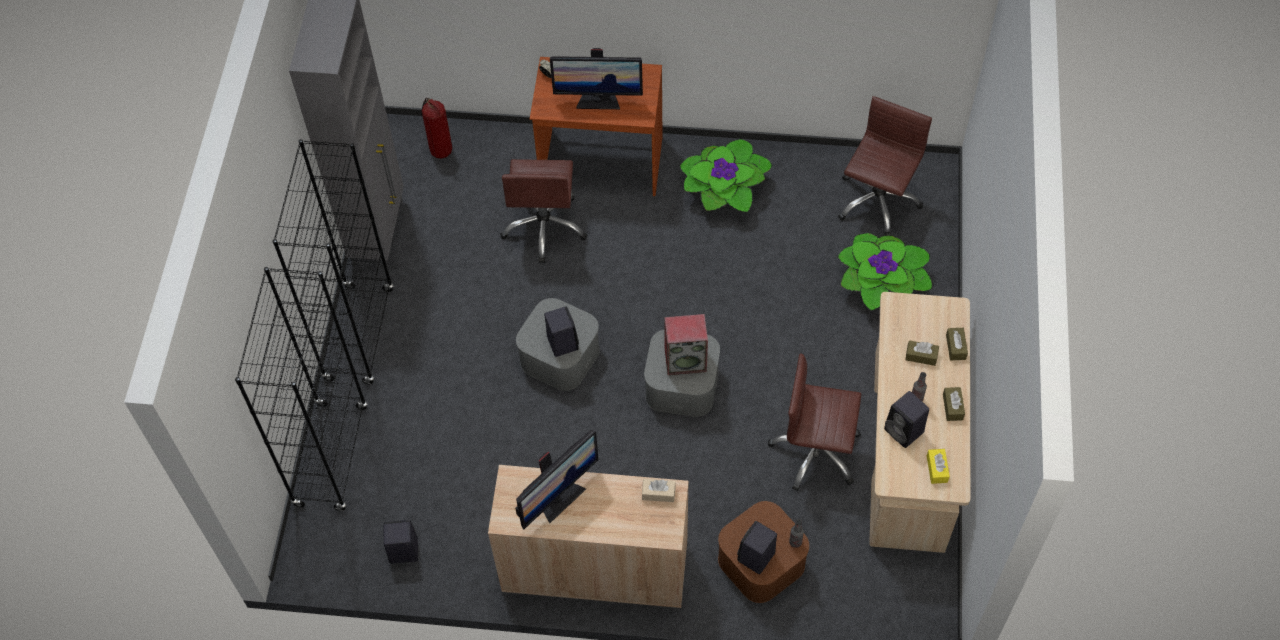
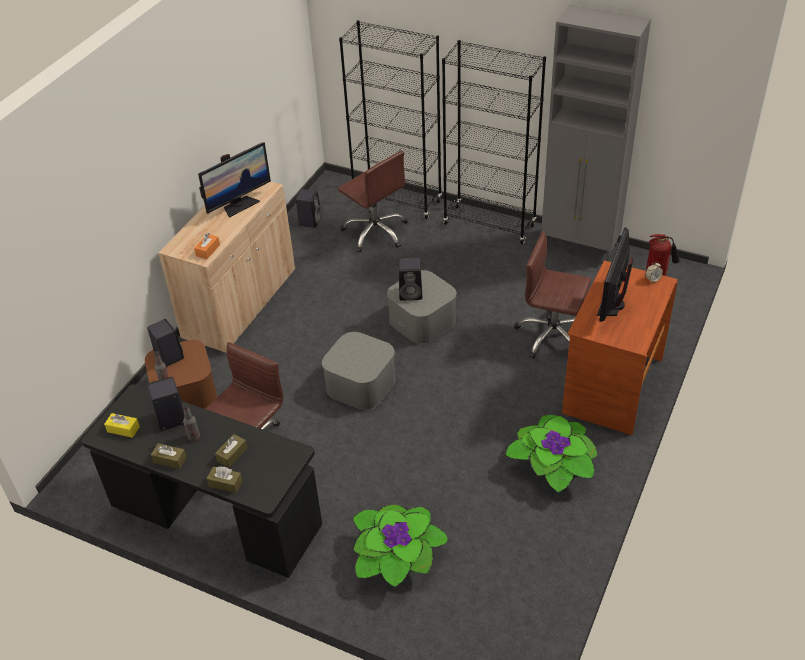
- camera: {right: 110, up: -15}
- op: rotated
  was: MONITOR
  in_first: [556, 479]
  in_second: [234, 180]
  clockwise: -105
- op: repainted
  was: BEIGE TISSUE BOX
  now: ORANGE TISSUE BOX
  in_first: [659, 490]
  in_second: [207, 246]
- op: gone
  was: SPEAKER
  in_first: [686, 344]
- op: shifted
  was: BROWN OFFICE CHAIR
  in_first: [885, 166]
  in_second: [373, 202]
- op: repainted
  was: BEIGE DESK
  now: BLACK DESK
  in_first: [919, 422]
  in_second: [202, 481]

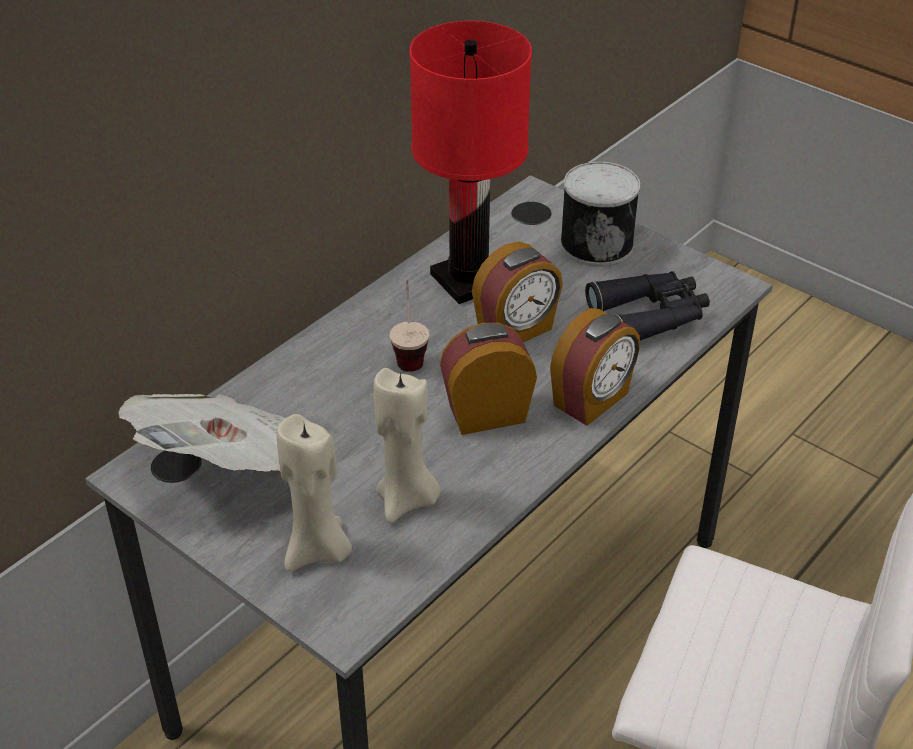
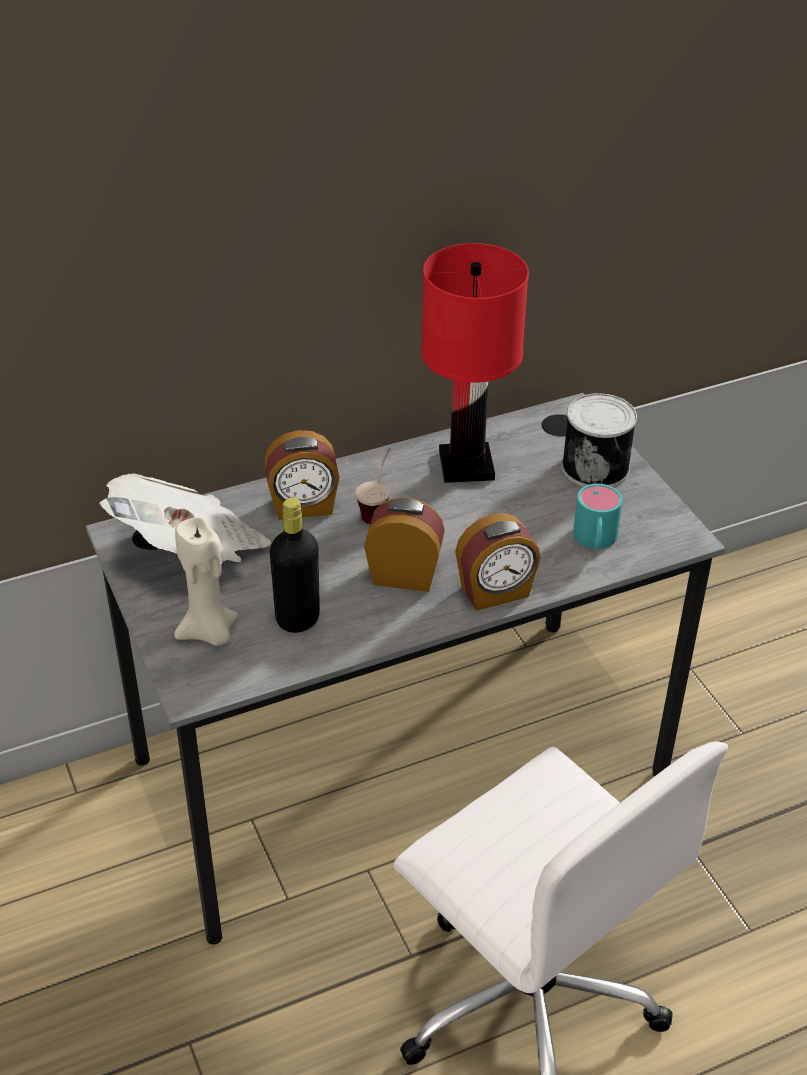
- camera: {right: 25, up: 0}
- op: swapped
  was: BEIGE CANDLE
  now: BLACK BOTTLE
  in_first: [407, 445]
  in_second: [295, 565]
- op: shifted
  was: ALARM CLOCK
  in_first: [517, 291]
  in_second: [302, 475]
- op: swapped
  was: BLACK BINOCULARS
  now: TURQUOISE MUG
  in_first: [647, 305]
  in_second: [598, 517]

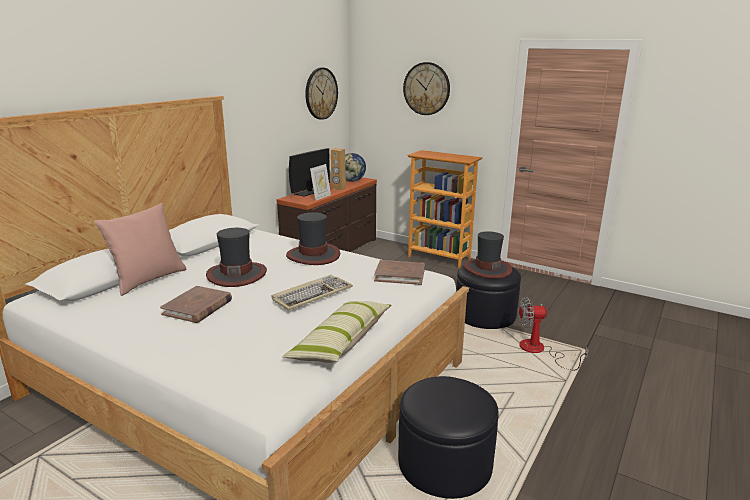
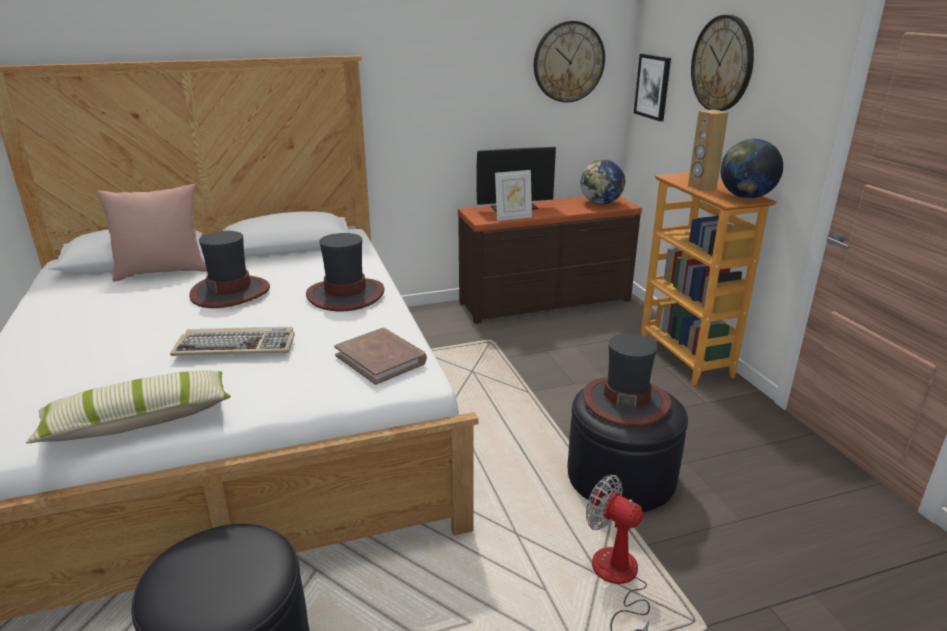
- camera: {right: 40, up: 5}
- op: gone
  was: BROWN BOOK
  in_first: [196, 304]
- op: shifted
  was: BROWN SPEAKER
  in_first: [338, 169]
  in_second: [708, 150]
- op: new
  now: PICTURE
  in_second: [652, 87]
- op: new
  now: GLOBE
  in_second: [752, 168]

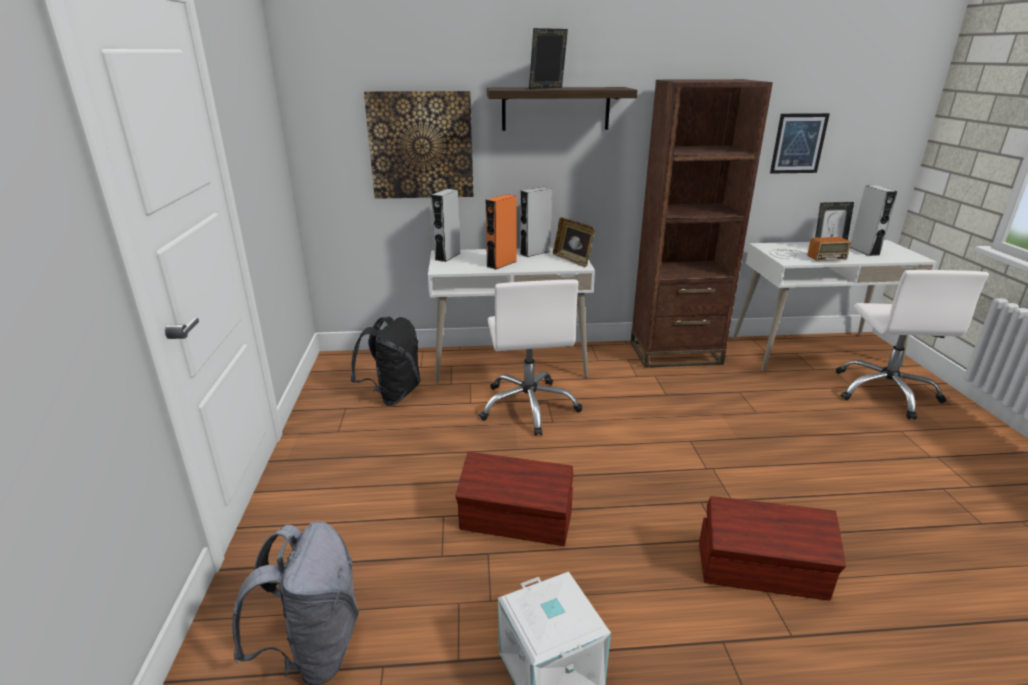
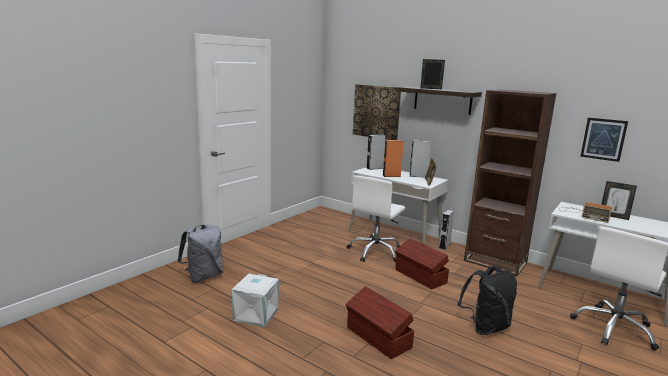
- camera: {right: 40, up: -10}
- op: shifted
  was: BLACK BACKPACK
  in_first: [386, 361]
  in_second: [487, 300]
- op: shifted
  was: BROWN STORAGE BOX
  in_first: [514, 499]
  in_second: [422, 263]
- op: shifted
  was: GREY SPEAKER
  in_first: [873, 220]
  in_second: [446, 230]

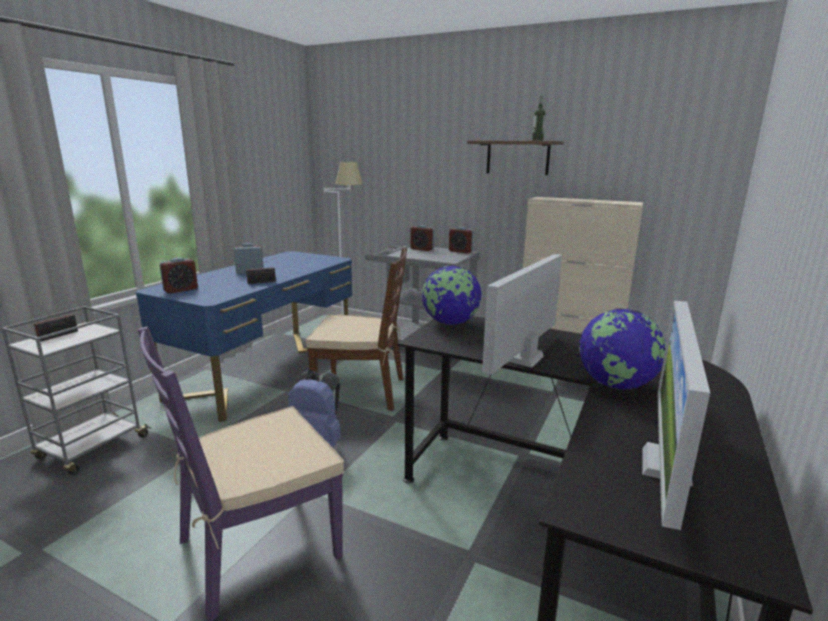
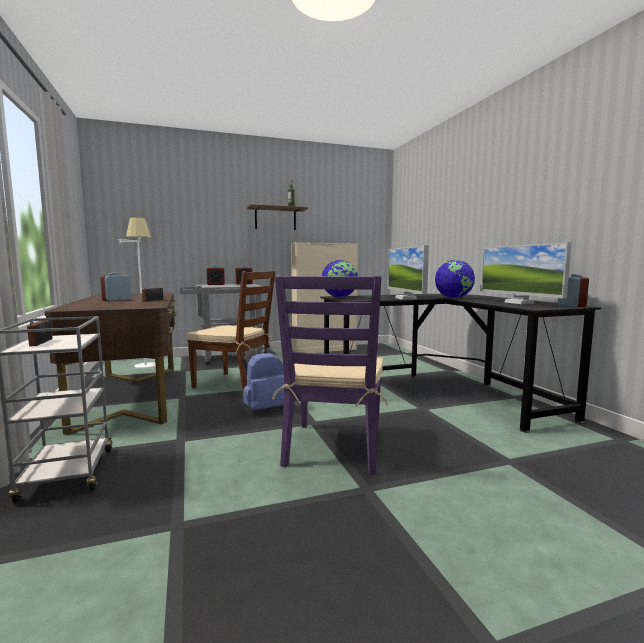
- camera: {right: -45, up: -10}
- op: repainted
  was: BLUE DESK
  now: BROWN DESK
  in_first: [244, 336]
  in_second: [110, 364]
- op: shifted
  was: ALARM CLOCK
  in_first: [178, 276]
  in_second: [573, 290]
- op: rotated
  was: BROWN CHAIR
  in_first: [356, 329]
  in_second: [231, 331]
  clockwise: 60

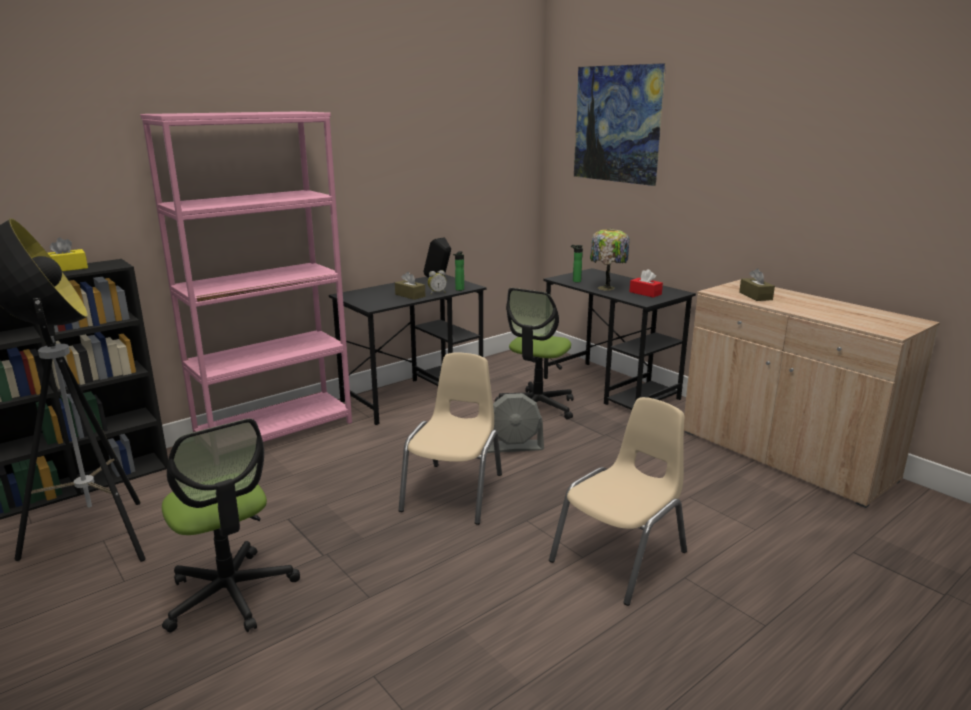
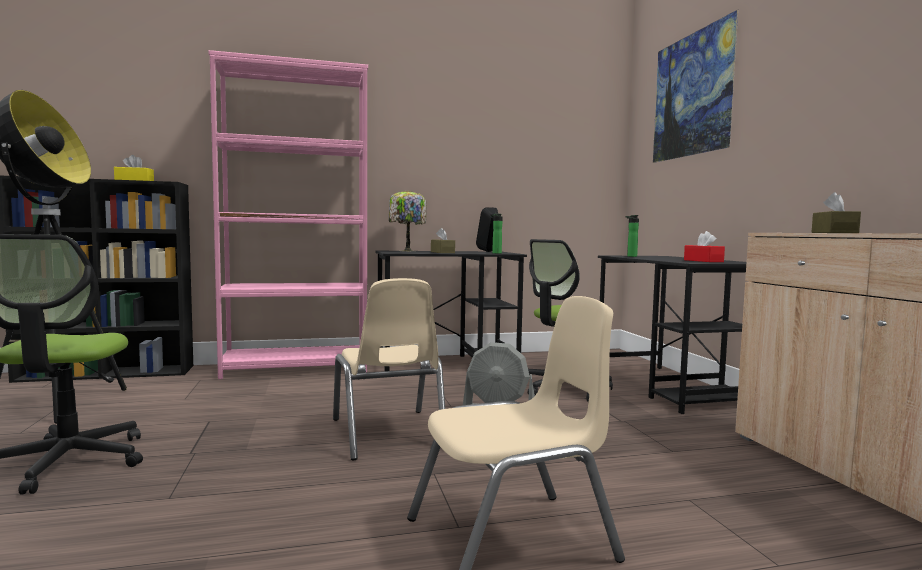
- camera: {right: 25, up: -15}
- op: rotated
  was: BEIGE CHAIR
  in_first: [450, 439]
  in_second: [389, 369]
  clockwise: 120
- op: gone
  was: ALARM CLOCK
  in_first: [437, 282]
- op: shifted
  was: TABLE LAMP
  in_first: [610, 259]
  in_second: [407, 220]

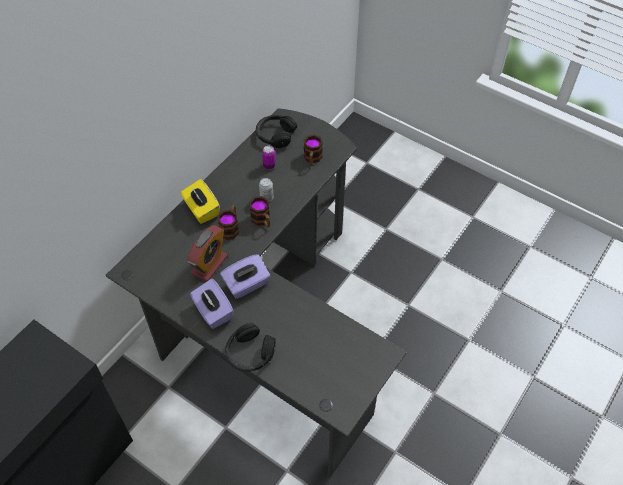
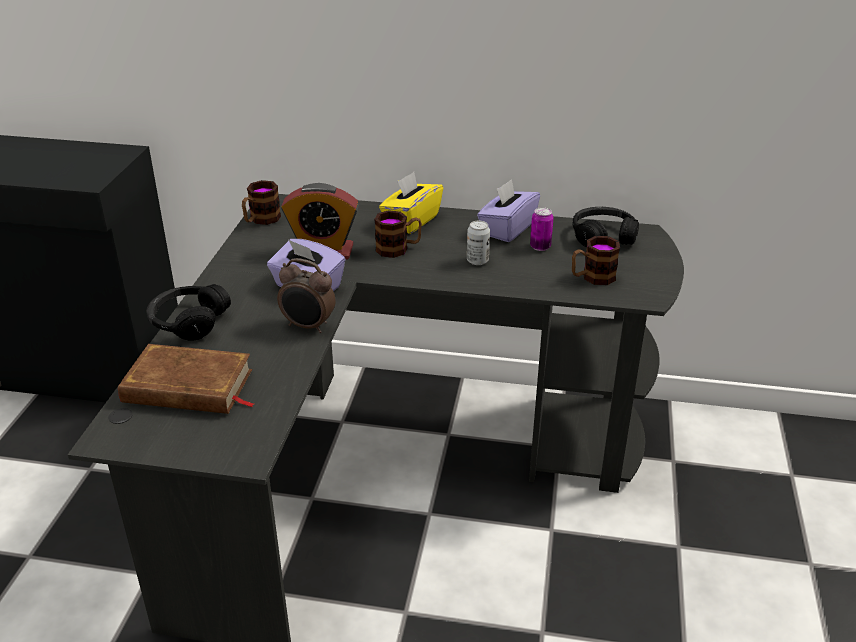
- camera: {right: 65, up: -20}
- op: shifted
  was: PURPLE TISSUE BOX
  in_first: [212, 303]
  in_second: [508, 210]
- op: shifted
  was: MUG
  in_first: [259, 212]
  in_second: [261, 202]
- op: new
  now: BROWN BOOK
  in_second: [186, 379]
- op: new
  now: ALARM CLOCK
  in_second: [306, 295]

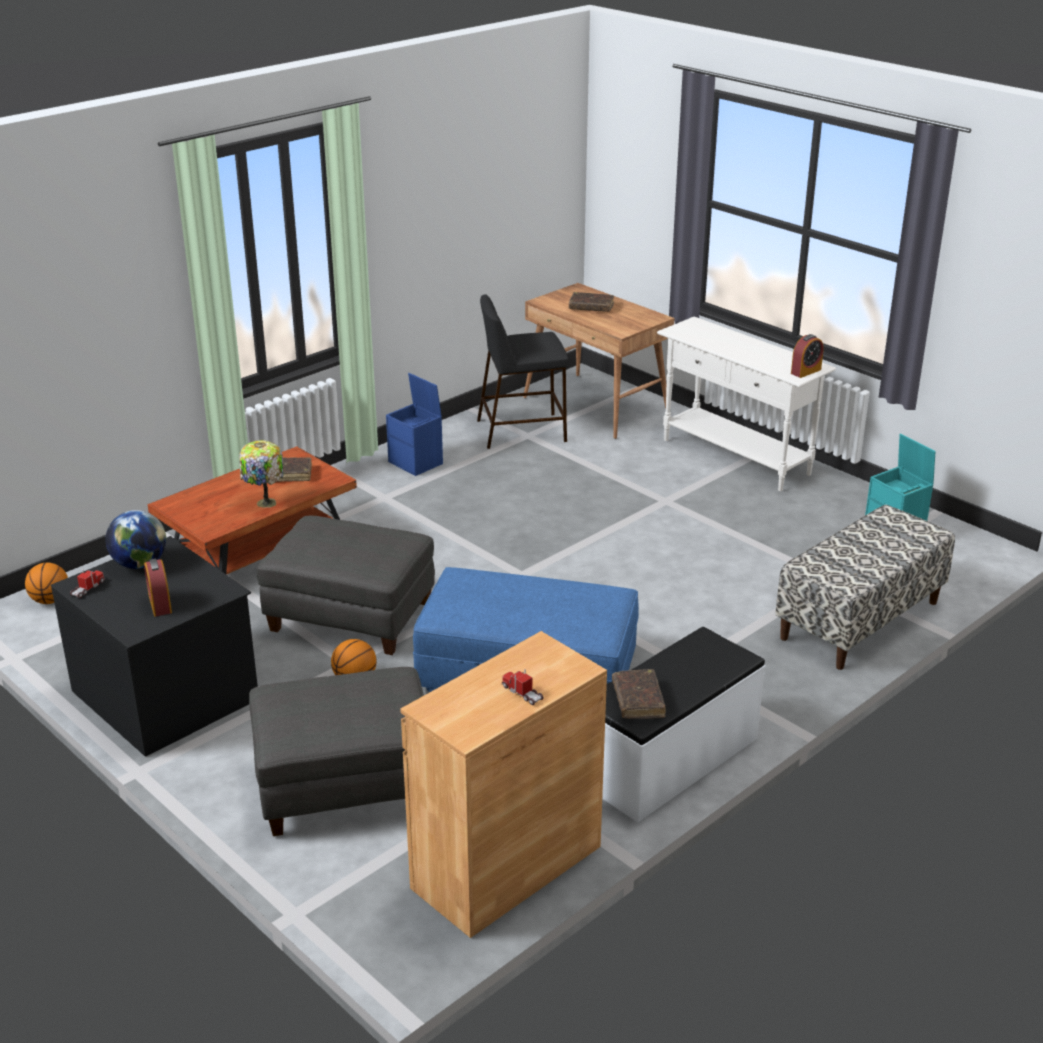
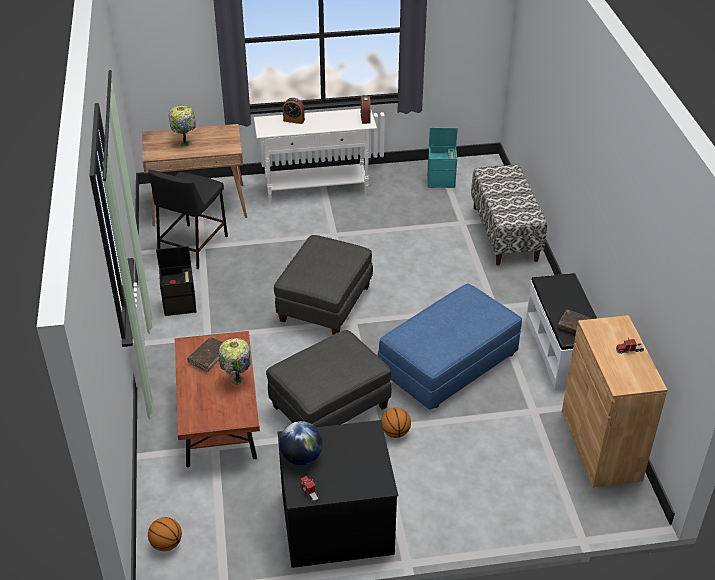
- camera: {right: -55, up: 10}
- op: shifted
  was: ALARM CLOCK
  in_first: [158, 587]
  in_second: [294, 111]
- op: shifted
  was: GREY OTTOMAN
  in_first: [336, 751]
  in_second: [323, 285]
- op: repainted
  was: BLUE STORAGE BOX
  now: BLACK STORAGE BOX
  in_first: [414, 424]
  in_second: [176, 281]
- op: swapped
  was: BROWN BOOK
  now: TABLE LAMP
  in_first: [591, 302]
  in_second: [182, 126]

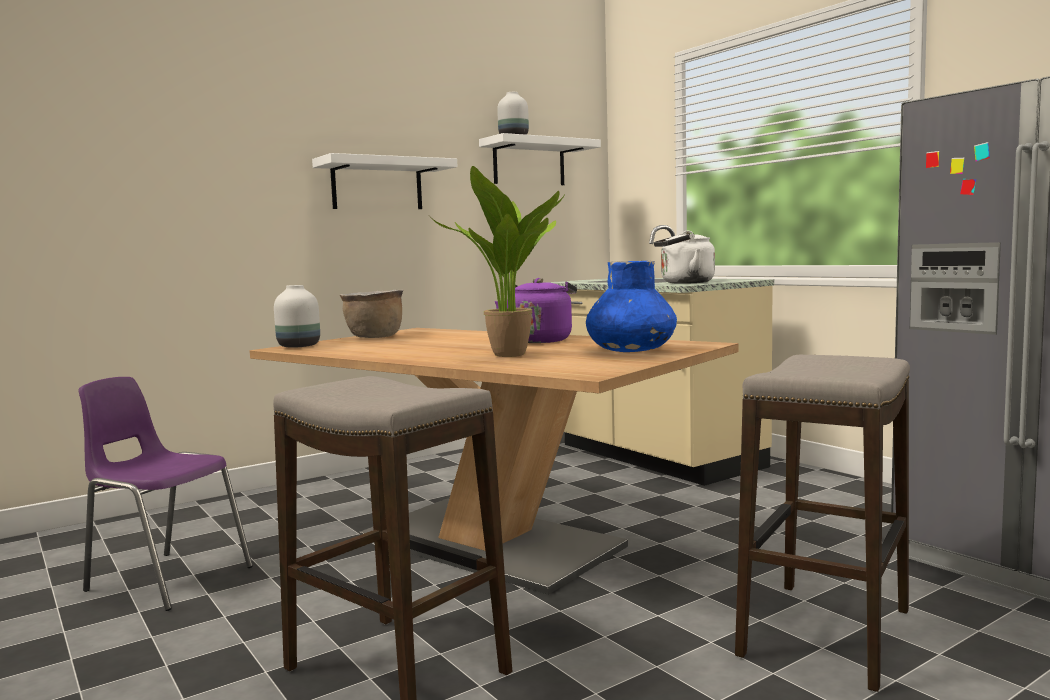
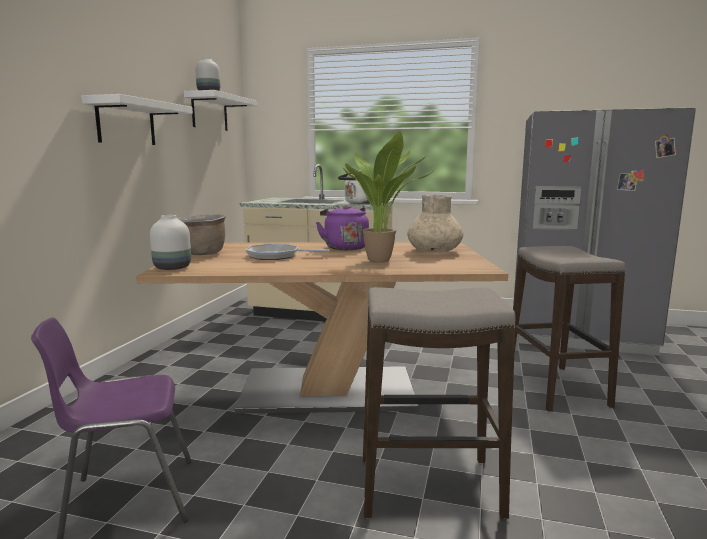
- camera: {right: -40, up: 5}
- op: repainted
  was: BLUE VASE
  now: BEIGE VASE
  in_first: [631, 306]
  in_second: [435, 224]
- op: new
  now: FRYING PAN
  in_second: [287, 252]

